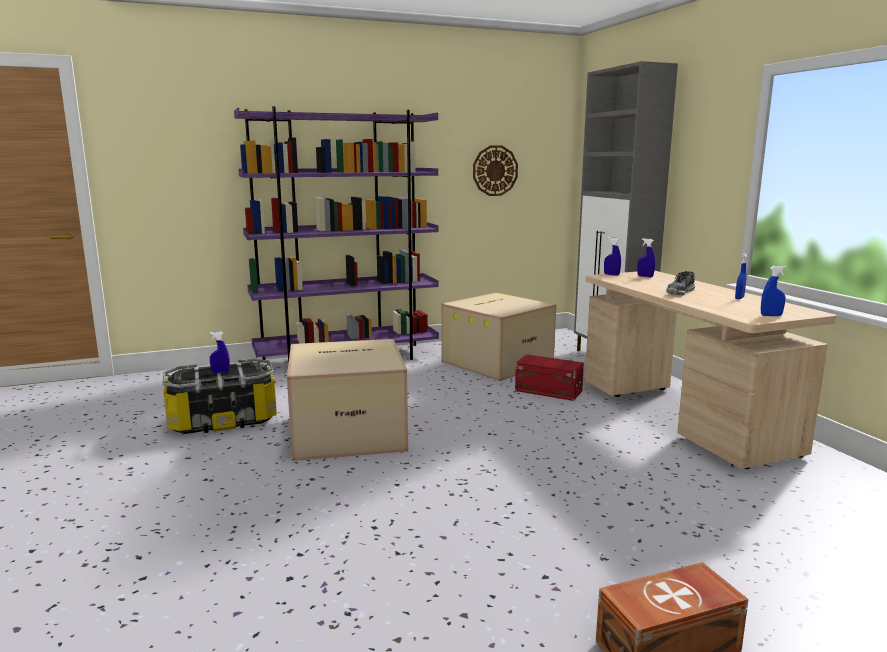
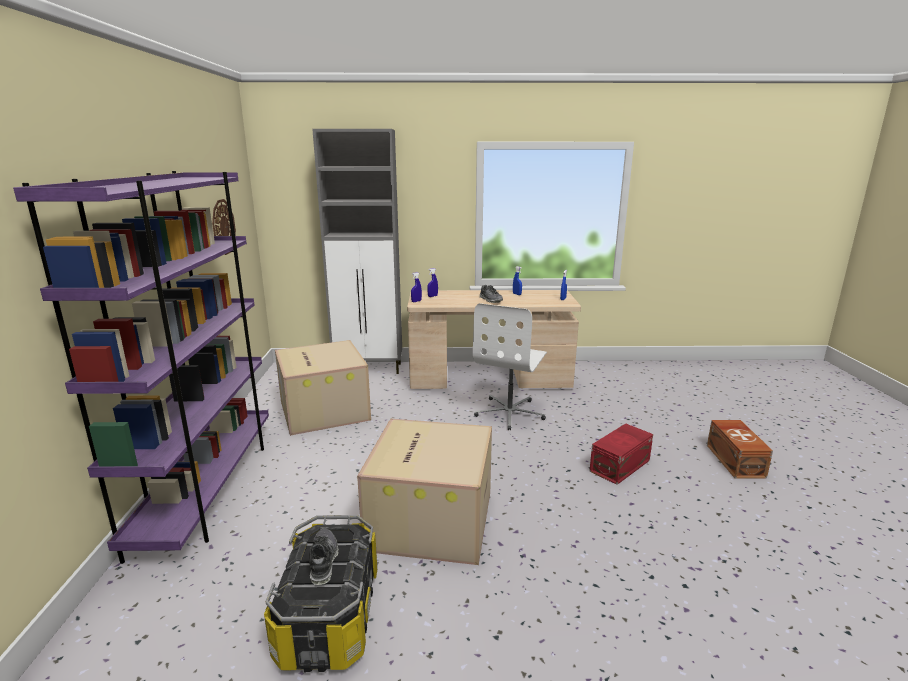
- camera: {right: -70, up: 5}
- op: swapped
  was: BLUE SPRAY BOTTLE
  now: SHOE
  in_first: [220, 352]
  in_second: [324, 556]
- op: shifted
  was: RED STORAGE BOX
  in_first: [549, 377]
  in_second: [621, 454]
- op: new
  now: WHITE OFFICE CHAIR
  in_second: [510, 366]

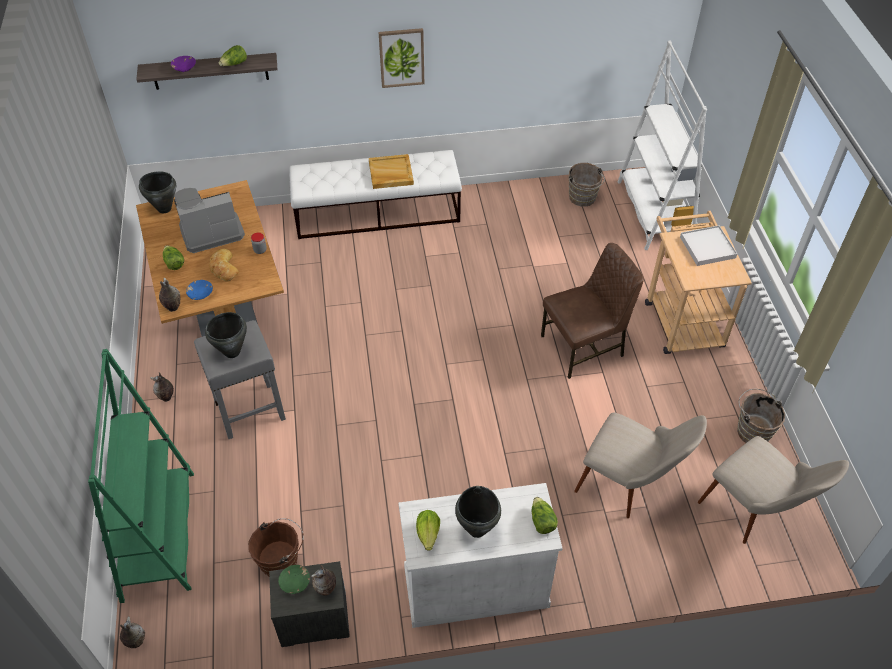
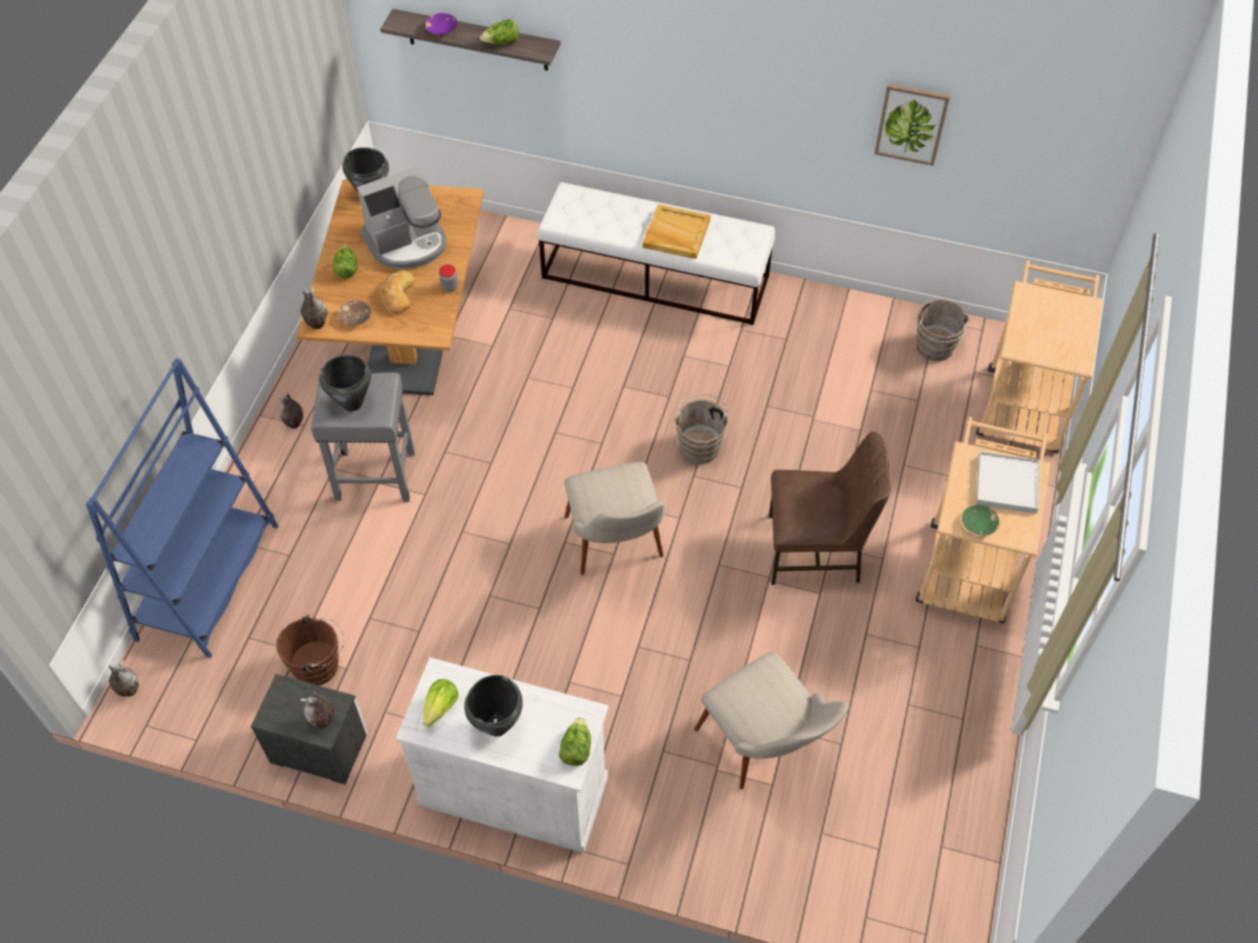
- camera: {right: 25, up: 5}
- op: repainted
  was: GREEN BOOKCASE
  now: BLUE BOOKCASE
  in_first: [141, 476]
  in_second: [182, 508]
- op: rotated
  was: COFFEE MACHINE
  in_first: [209, 220]
  in_second: [401, 217]
  clockwise: 150
- op: repainted
  was: BLUE BOWL
  now: BROWN BOWL
  in_first: [199, 290]
  in_second: [354, 313]
- op: shifted
  was: GREEN BOWL
  in_first: [294, 579]
  in_second: [980, 520]
- op: shifted
  was: PICTURE
  in_first: [401, 58]
  in_second: [912, 124]
- op: swapped
  was: WHITE BOOKCASE
  now: BEIGE CART
  in_first: [662, 145]
  in_second: [1039, 356]
- op: shifted
  was: BEIGE CHAIR
  in_first: [773, 490]
  in_second: [614, 518]
- op: shifted
  was: BROWN BUCKET
  in_first: [761, 416]
  in_second: [702, 428]

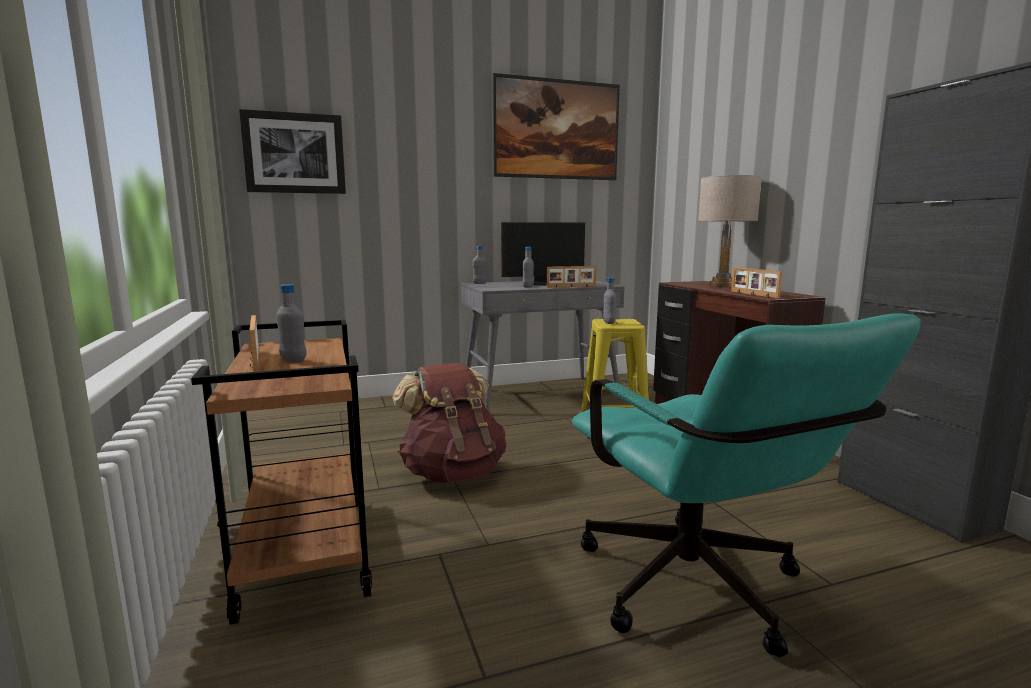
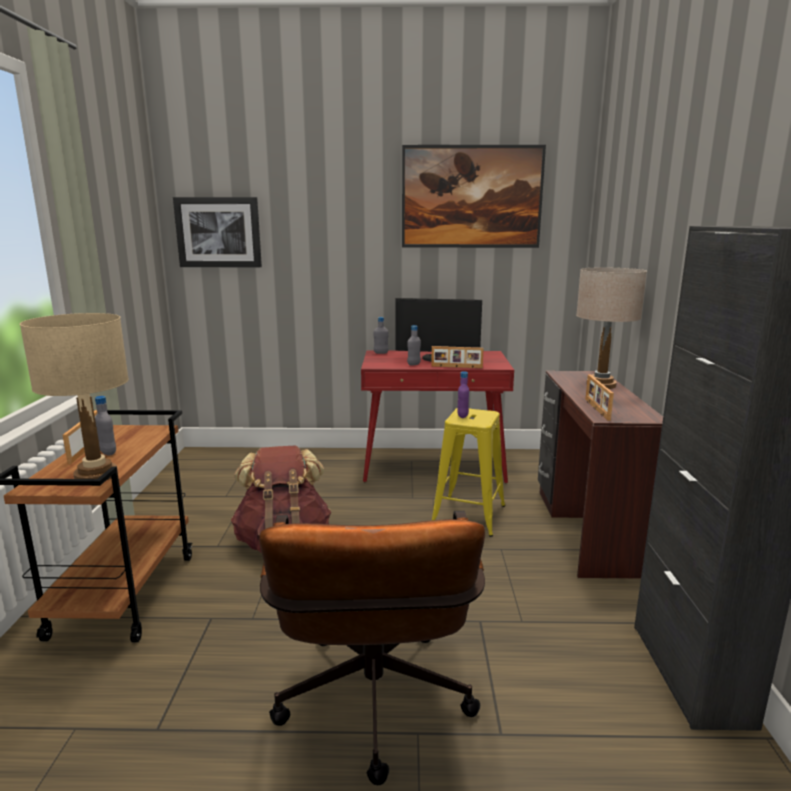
- camera: {right: 20, up: 5}
- op: repainted
  was: GREY DESK
  now: RED DESK
  in_first: [542, 346]
  in_second: [437, 416]
- op: repainted
  was: TURQUOISE OFFICE CHAIR
  now: BROWN OFFICE CHAIR
  in_first: [746, 485]
  in_second: [372, 648]
- op: repainted
  was: GREY BOTTLE
  now: PURPLE BOTTLE
  in_first: [609, 300]
  in_second: [463, 394]
- op: new
  now: BEIGE TABLE LAMP
  in_second: [74, 396]

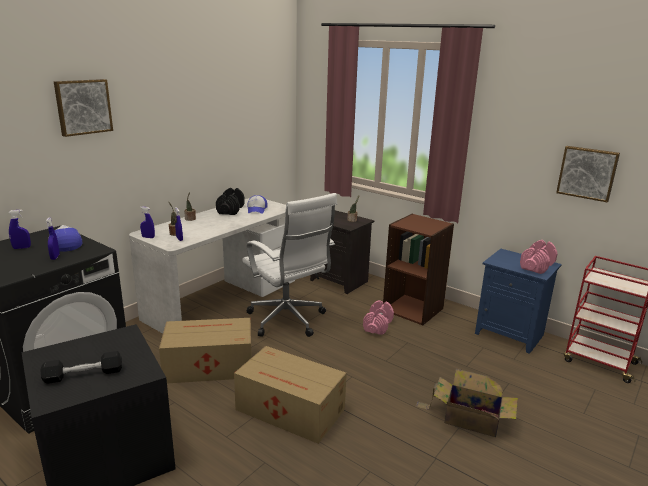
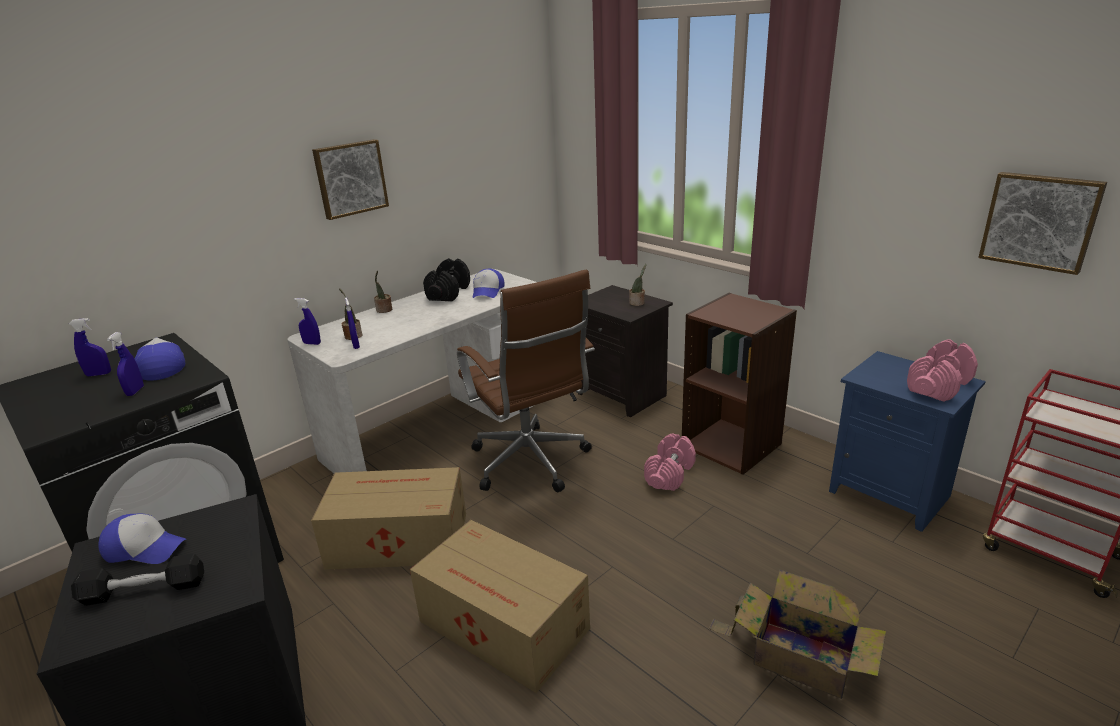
- camera: {right: 10, up: 5}
- op: shifted
  was: PICTURE
  in_first: [83, 108]
  in_second: [350, 179]
- op: repainted
  was: WHITE OFFICE CHAIR
  now: BROWN OFFICE CHAIR
  in_first: [290, 265]
  in_second: [526, 380]
- op: new
  now: CAP
  in_second: [142, 538]

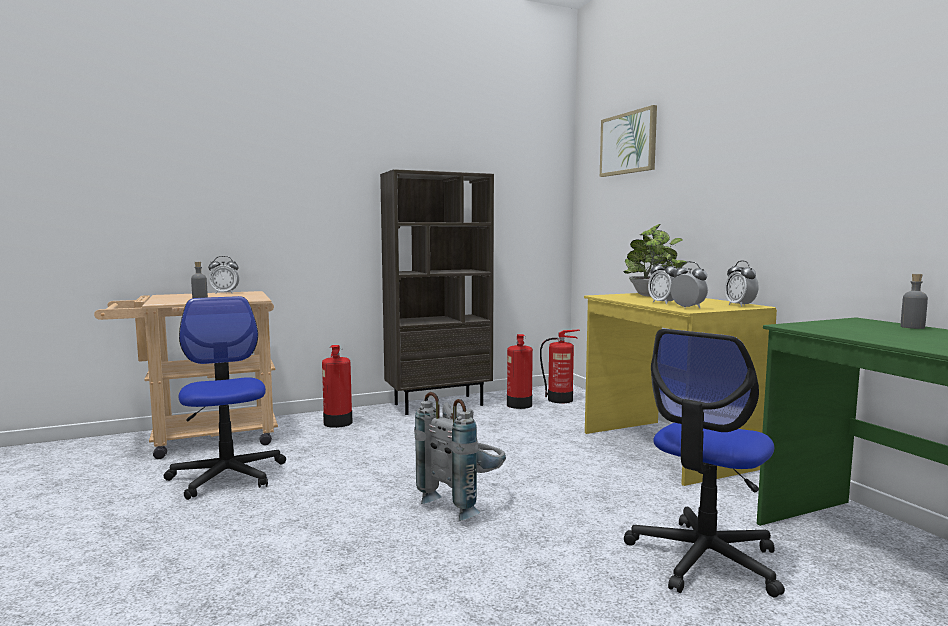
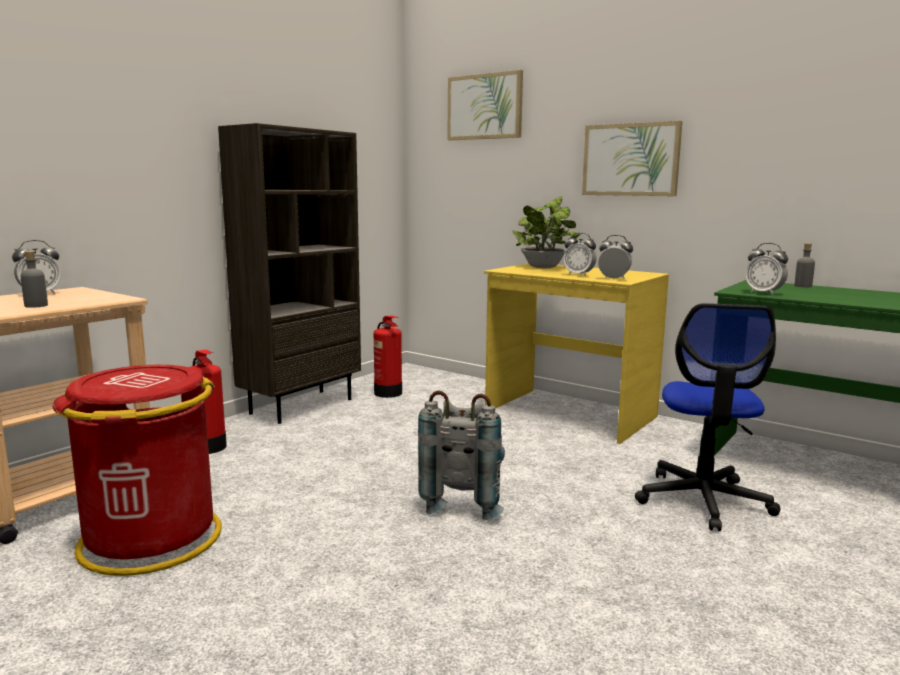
- camera: {right: -30, up: 5}
- op: swapped
  was: OFFICE CHAIR
  now: RED TRASH CAN
  in_first: [225, 398]
  in_second: [137, 470]
- op: gone
  was: FIRE EXTINGUISHER
  in_first: [560, 366]
- op: shifted
  was: ALARM CLOCK
  in_first: [742, 283]
  in_second: [766, 269]
- op: new
  now: PICTURE
  in_second: [632, 158]

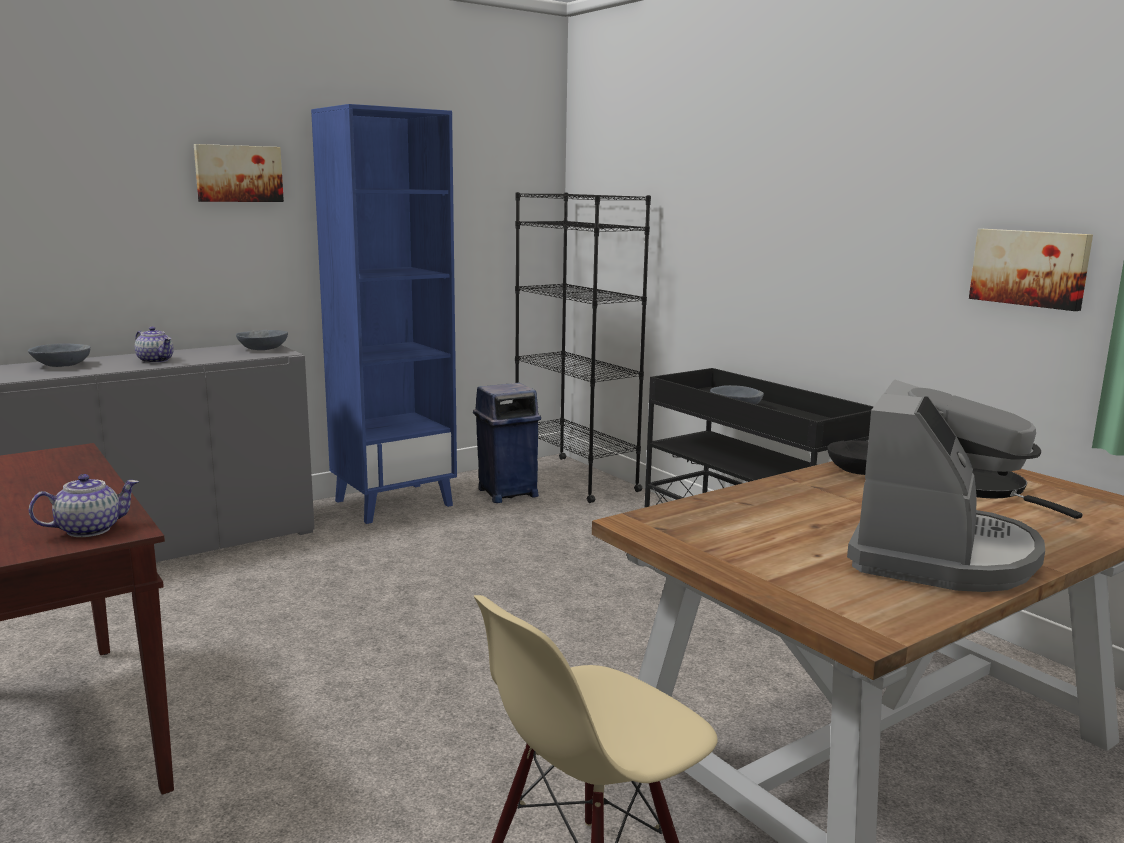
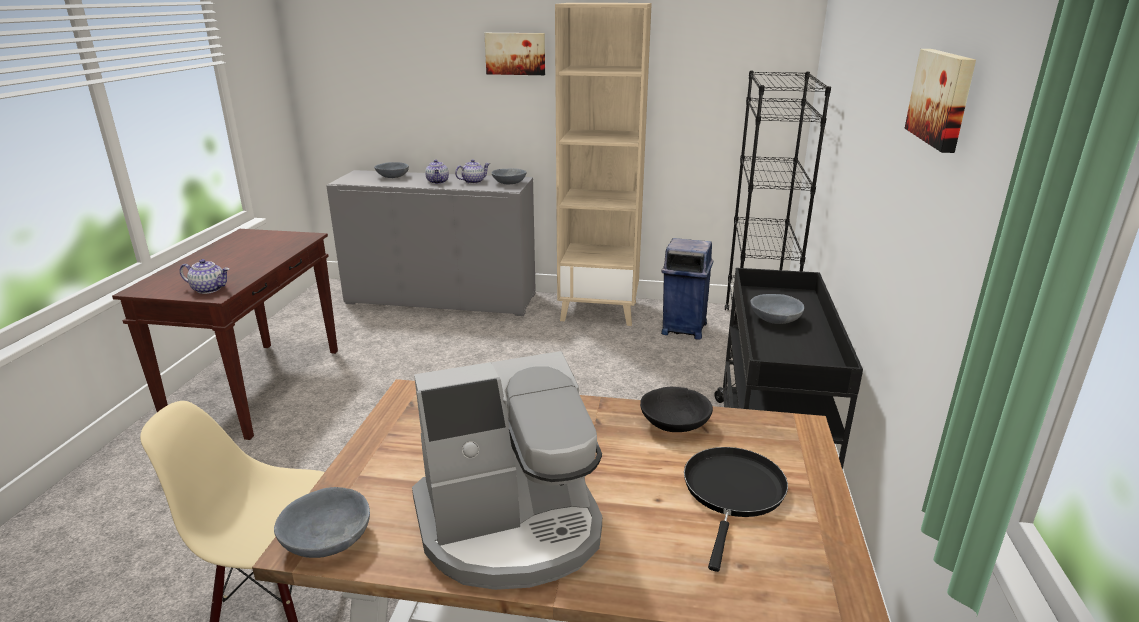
- camera: {right: 45, up: 10}
- op: repainted
  was: BLUE BOOKCASE
  now: BEIGE BOOKCASE
  in_first: [384, 314]
  in_second: [603, 164]
- op: shifted
  was: PICTURE
  in_first: [1031, 270]
  in_second: [940, 101]
- op: new
  now: GREY BOWL
  in_second: [322, 522]
- op: new
  now: TEAPOT
  in_second: [472, 171]

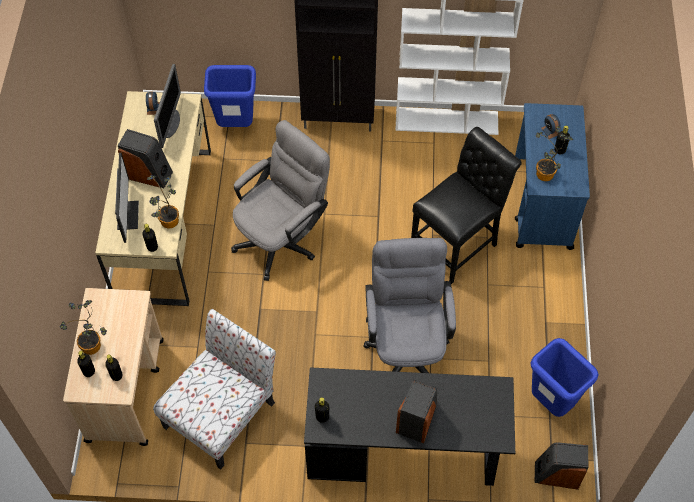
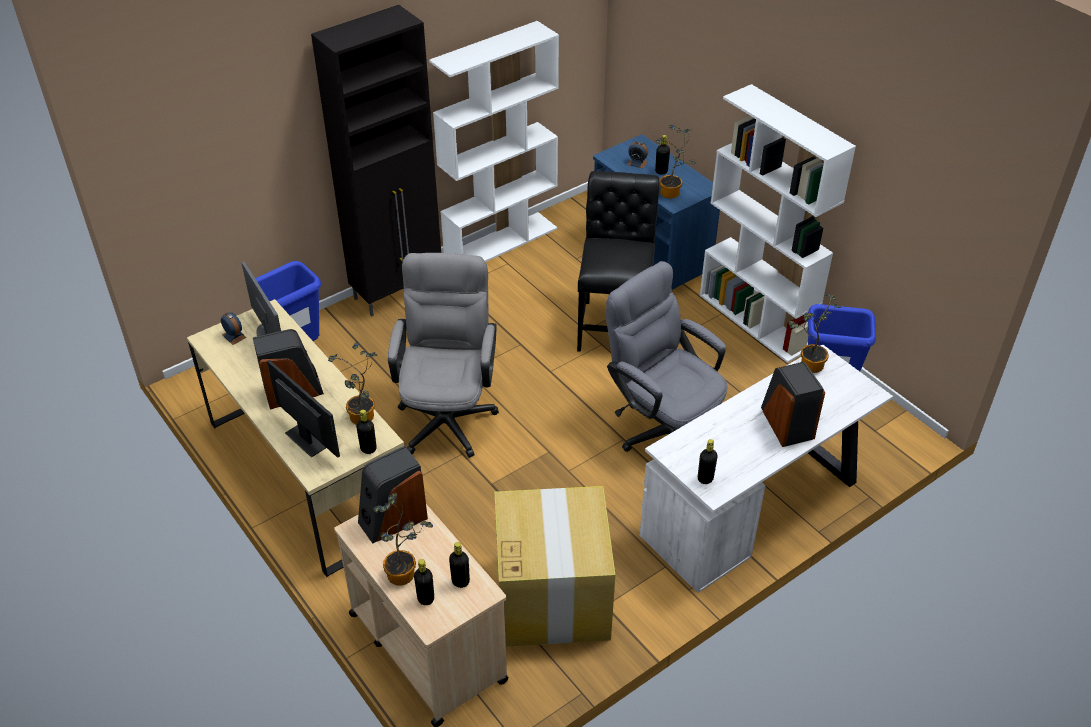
- camera: {right: -40, up: -15}
- op: swapped
  was: CHAIR
  now: CARDBOARD BOX
  in_first: [214, 389]
  in_second: [555, 566]
- op: repainted
  was: BLACK DESK
  now: WHITE DESK
  in_first: [409, 426]
  in_second: [766, 468]
- op: shifted
  was: SPEAKER
  in_first: [561, 466]
  in_second: [393, 495]
- op: new
  now: WHITE BOOKCASE
  in_second: [778, 223]
- op: new
  now: POTTED PLANT
  in_second: [815, 333]

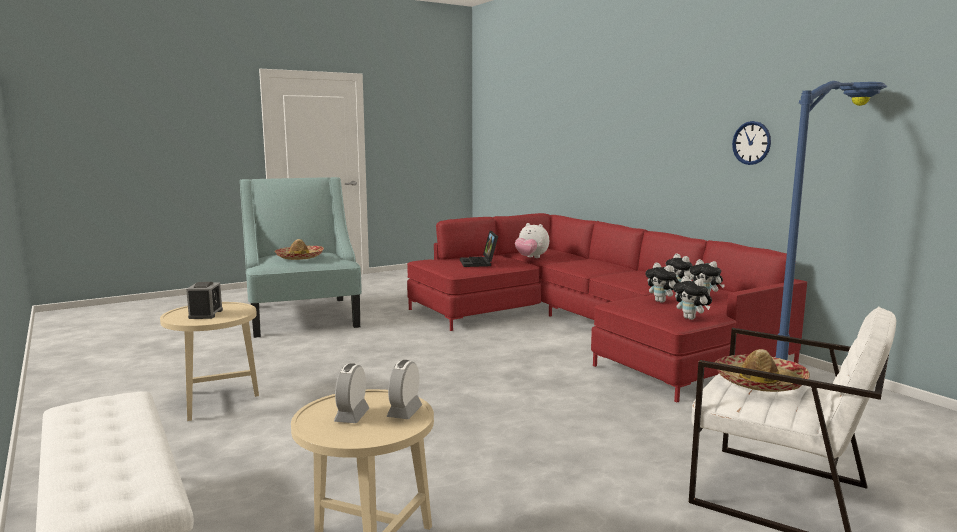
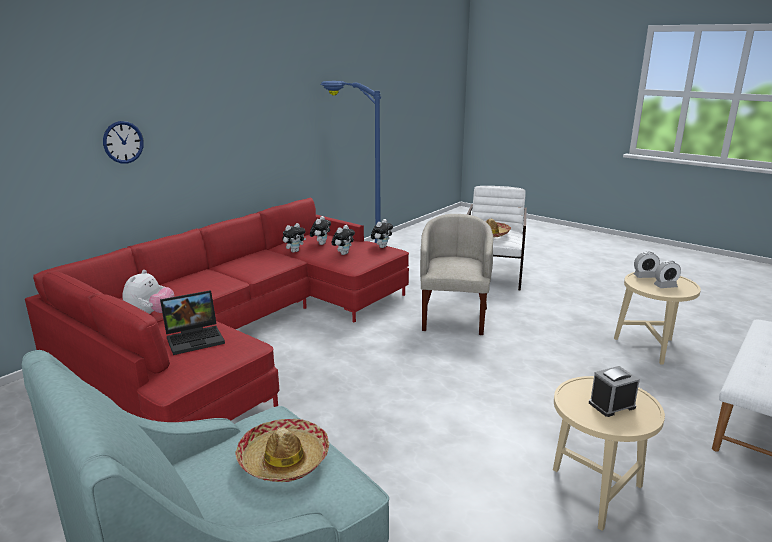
- camera: {right: -110, up: 10}
- op: shifted
  was: WALL CLOCK
  in_first: [751, 143]
  in_second: [123, 142]
- op: new
  now: BEIGE ARMCHAIR
  in_second: [456, 274]

